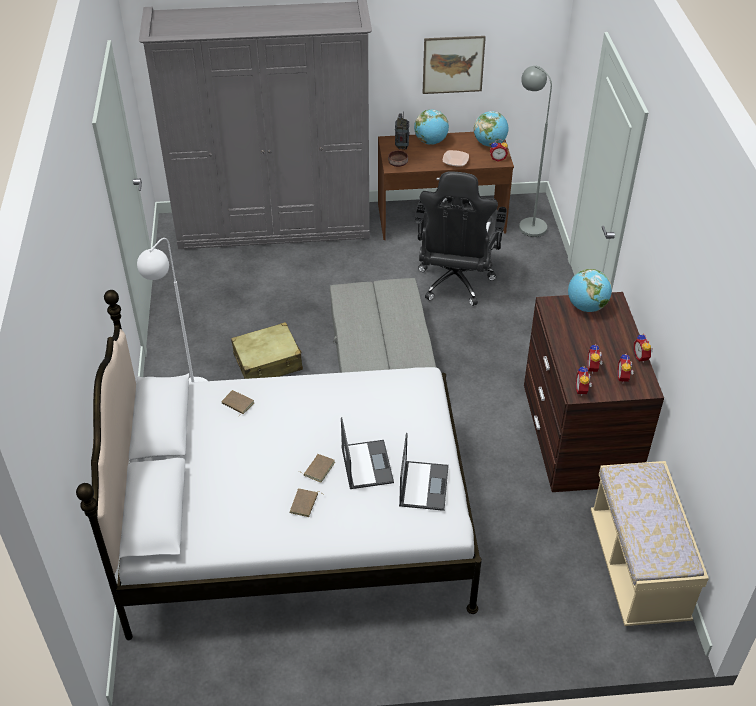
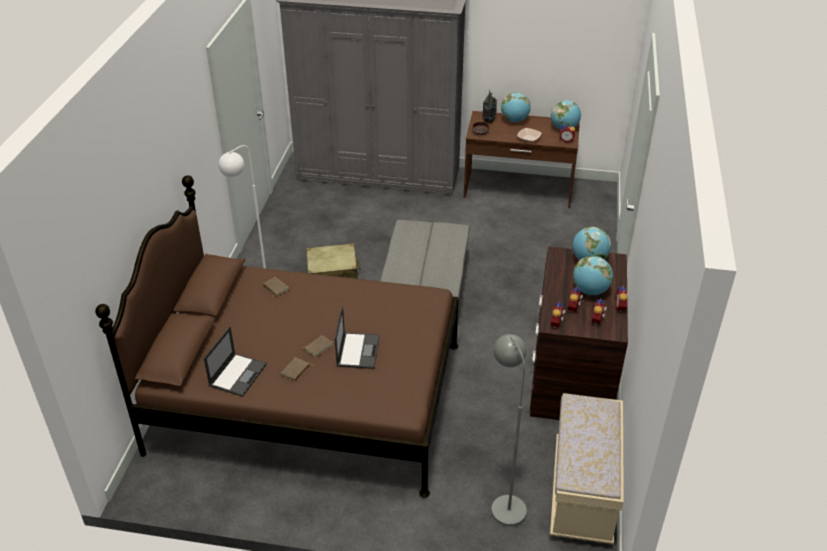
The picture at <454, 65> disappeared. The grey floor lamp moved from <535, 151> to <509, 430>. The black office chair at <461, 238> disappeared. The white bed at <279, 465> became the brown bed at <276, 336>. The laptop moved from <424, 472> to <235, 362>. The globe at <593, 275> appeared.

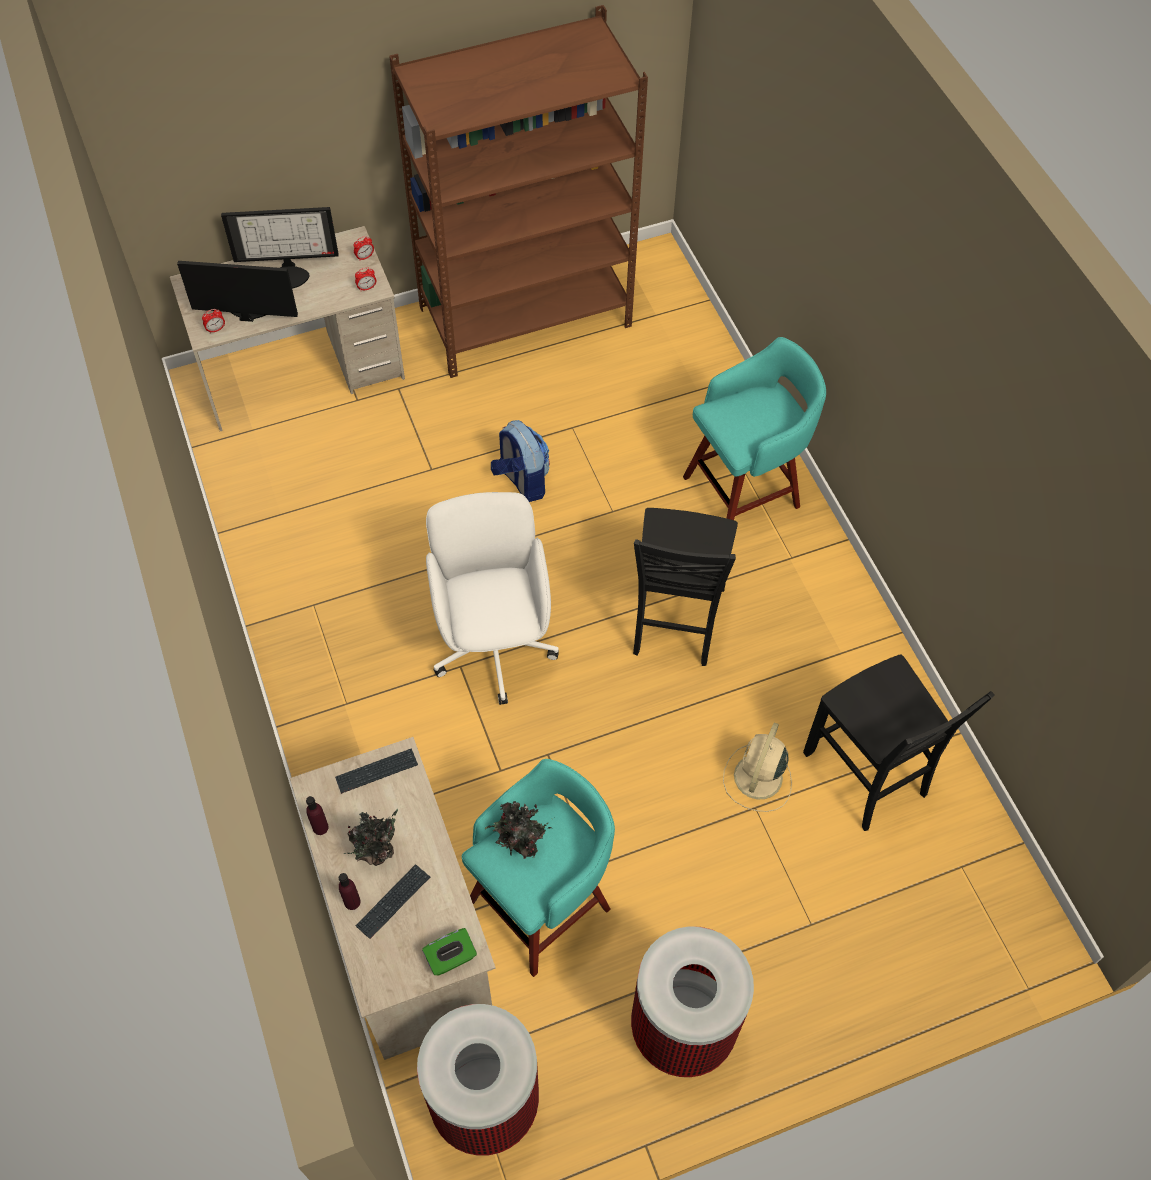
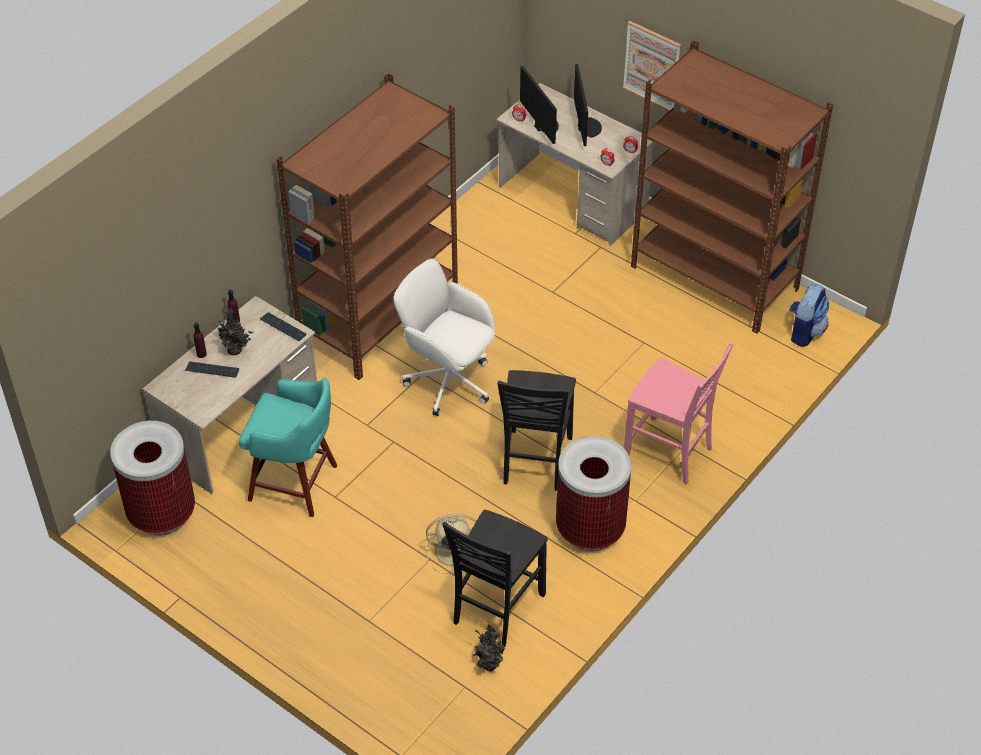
The monitor at <280, 248> turned 150 degrees counterclockwise. The turquoise stool at <754, 428> was replaced by the pink chair at <679, 412>. The backpack moved from <520, 461> to <809, 315>. The white office chair at <492, 598> turned 105 degrees counterclockwise. The black chair at <685, 587> turned 60 degrees counterclockwise. The potted plant moved from <520, 830> to <488, 647>. The trash can moved from <692, 1001> to <593, 493>. The green tissue box at <449, 952> disappeared. The picture at <652, 66> appeared. The brown bookcase at <367, 226> appeared.

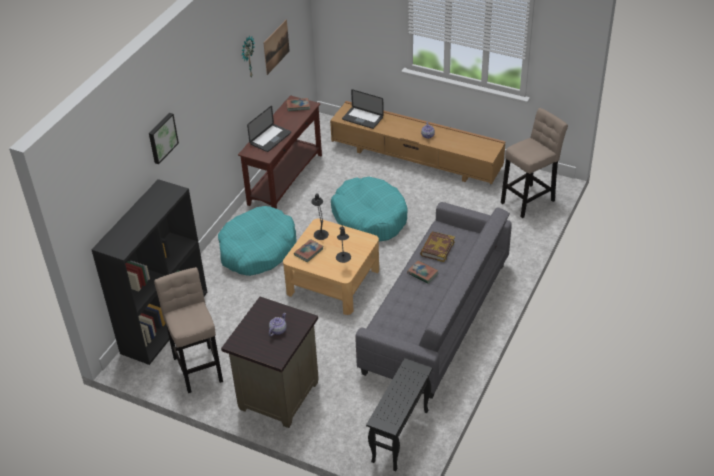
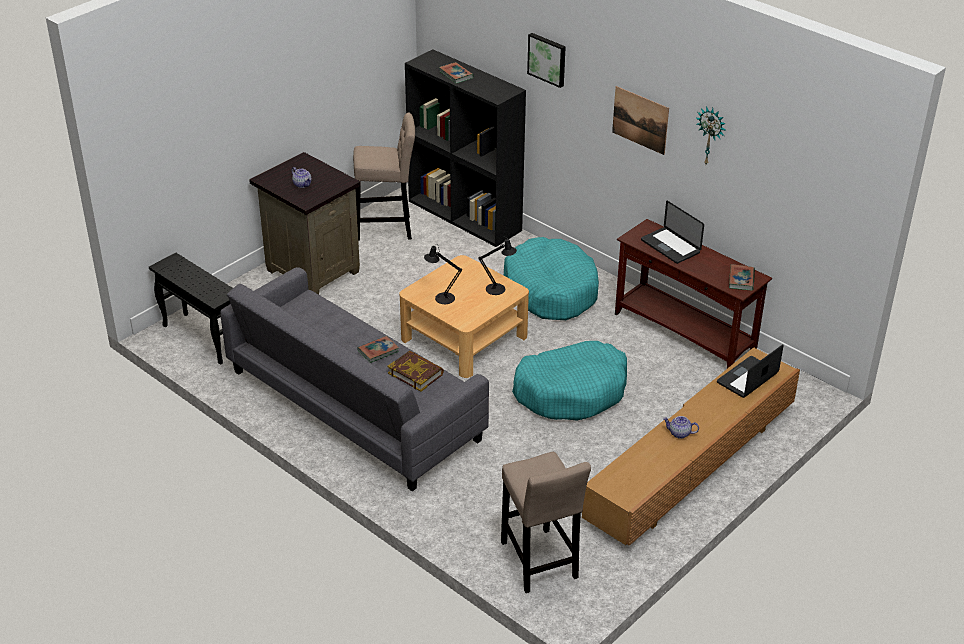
The picture moved from <276, 47> to <640, 120>. The book moved from <309, 250> to <456, 73>.

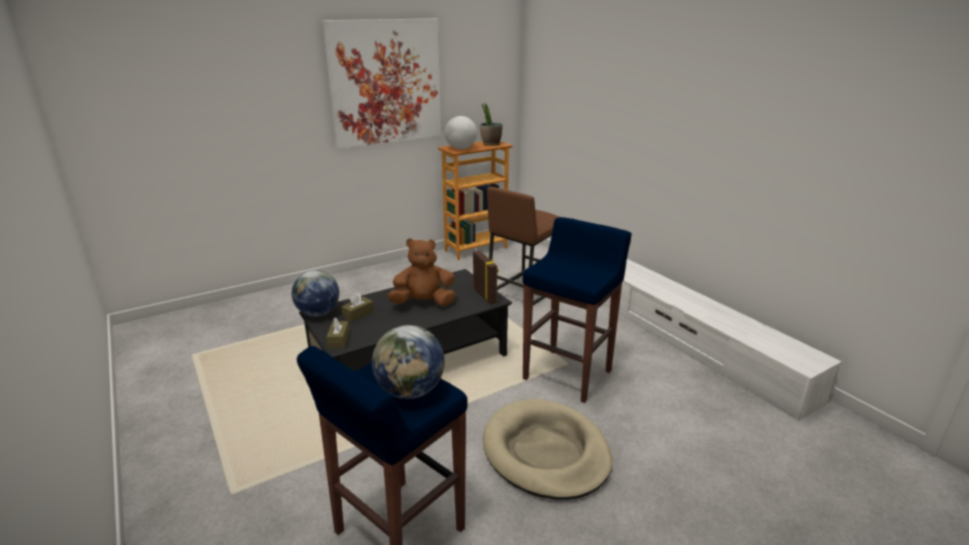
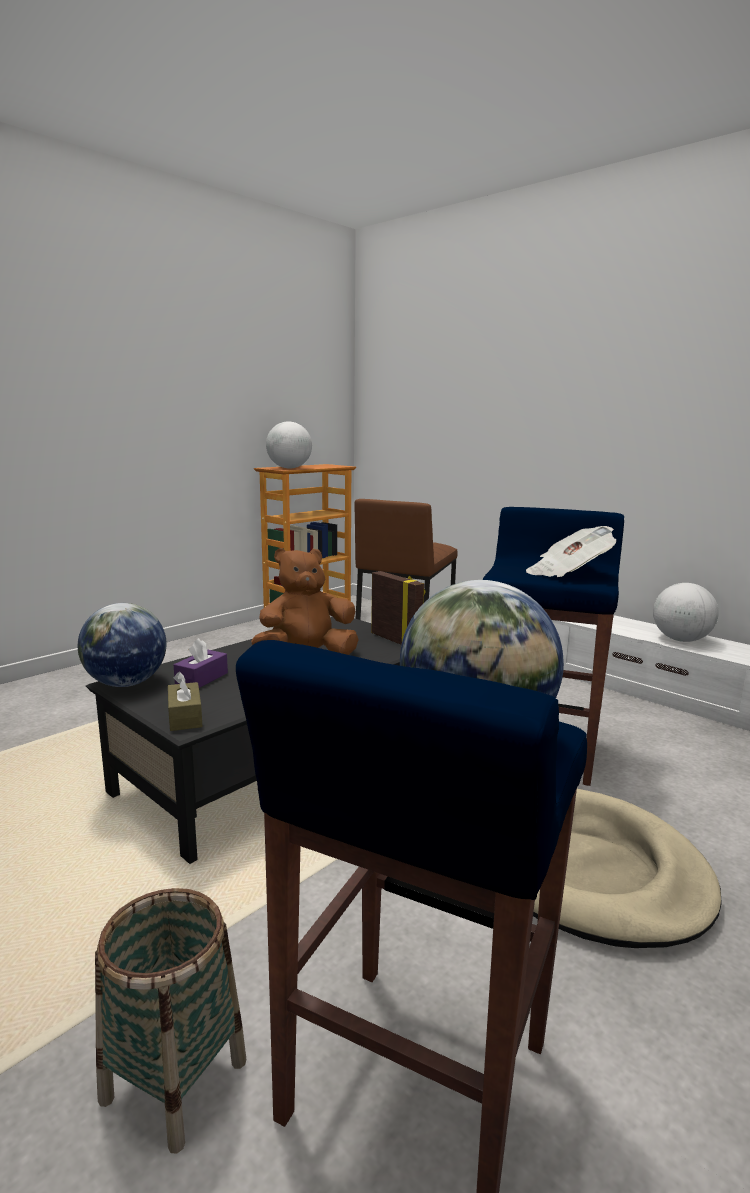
The picture at <382, 84> disappeared. The potted plant at <491, 124> disappeared. The brown tissue box at <357, 307> became the purple tissue box at <201, 663>. The newspaper at <571, 551> appeared. The globe at <686, 612> appeared. The basket at <170, 1020> appeared.

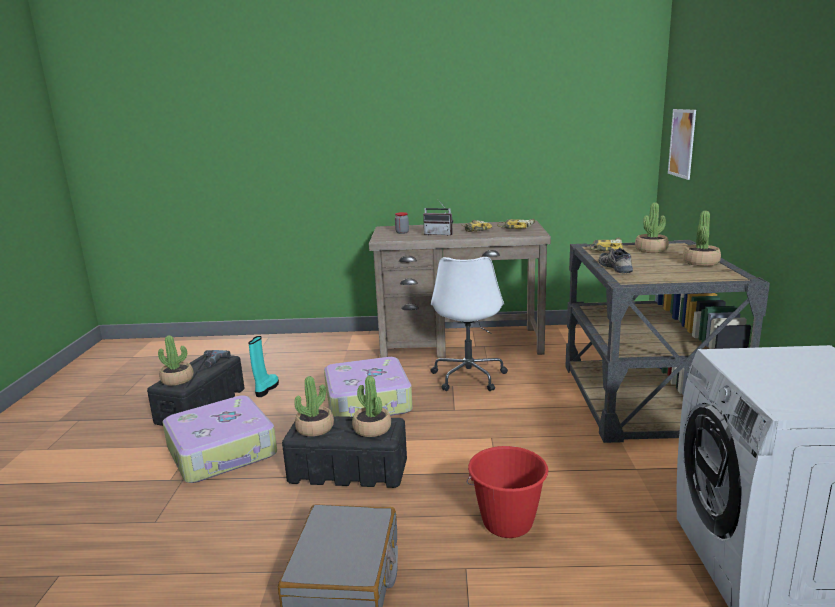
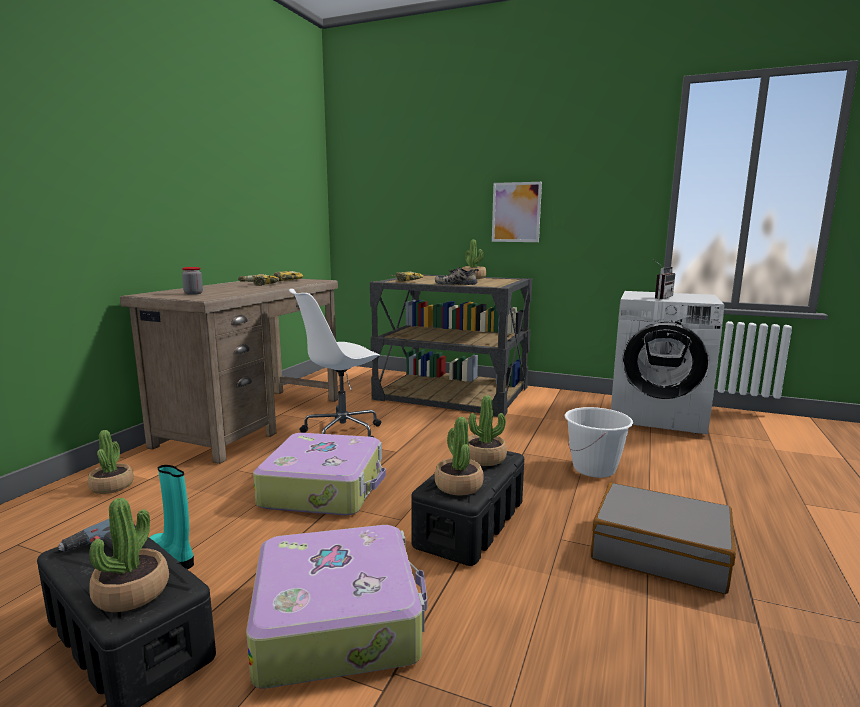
The picture moved from <682, 144> to <517, 212>. The radio moved from <438, 217> to <664, 279>. The potted plant moved from <652, 228> to <111, 462>. The white office chair at <469, 324> turned 120 degrees clockwise. The red bucket at <507, 492> became the white bucket at <599, 442>.

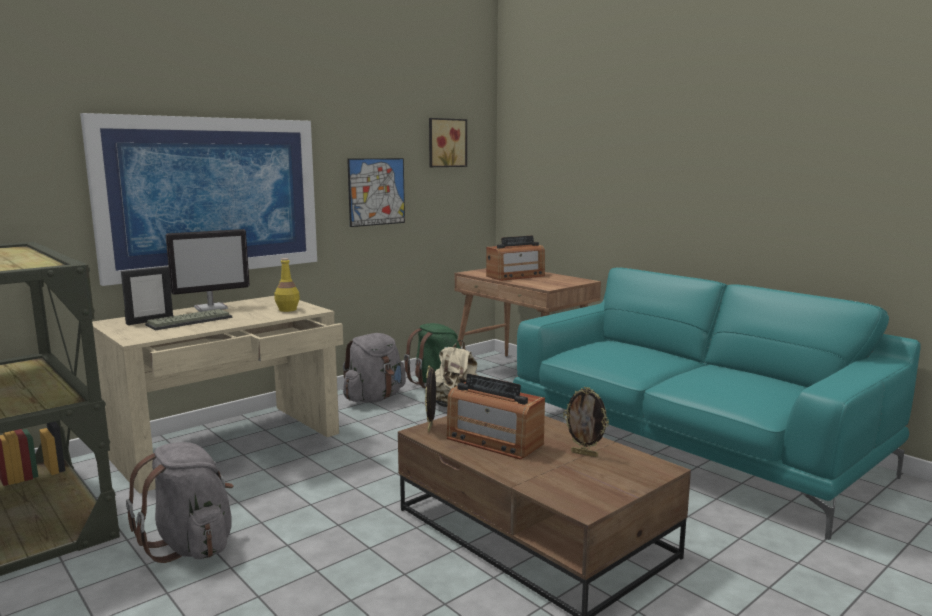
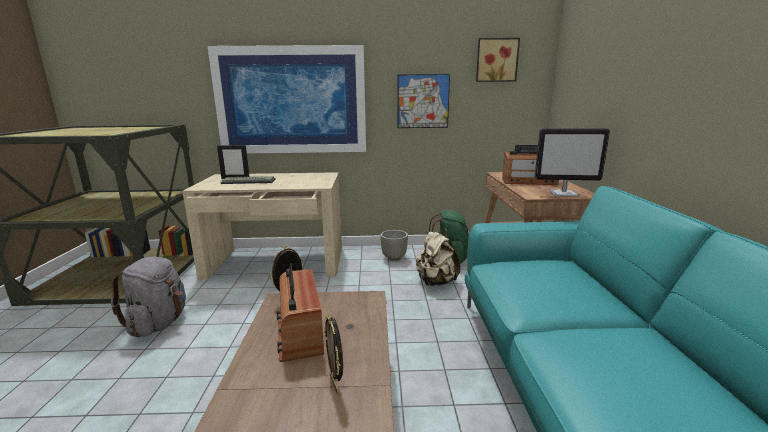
The monitor moved from <208, 270> to <572, 162>. The yellow bottle at <287, 285> disappeared. The grey backpack at <374, 368> was replaced by the grey planter at <394, 245>.

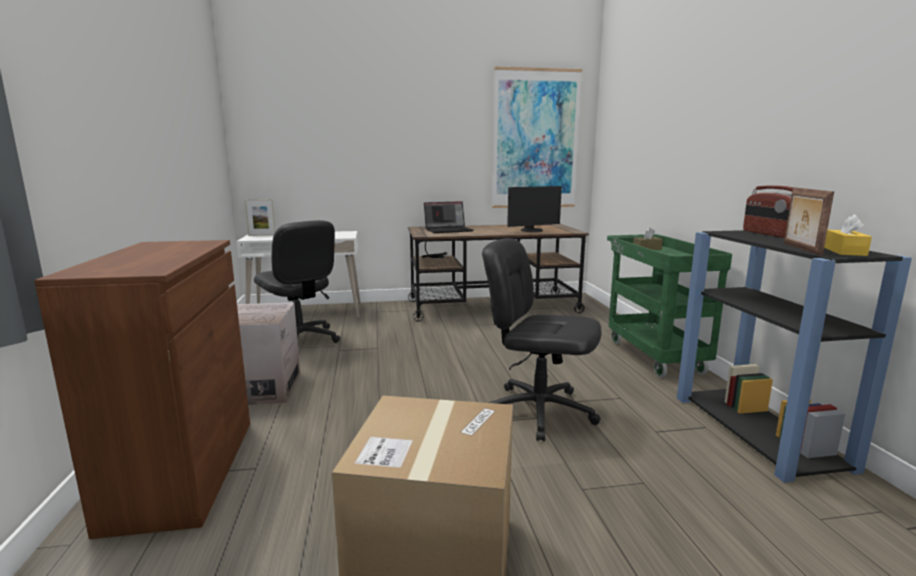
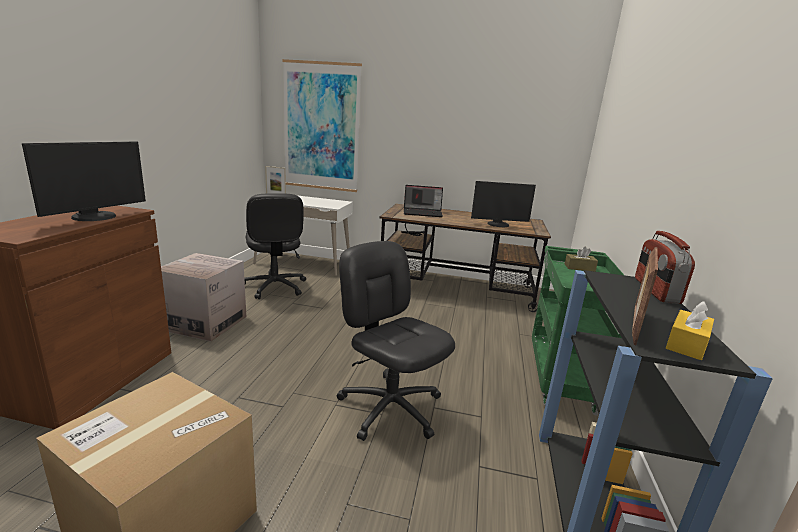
The picture moved from <537, 137> to <322, 125>. The monitor at <84, 181> appeared.

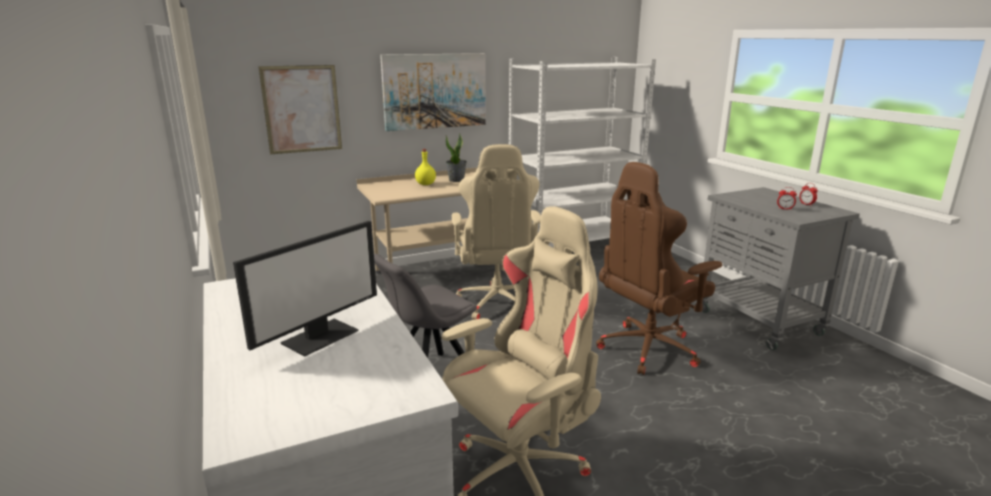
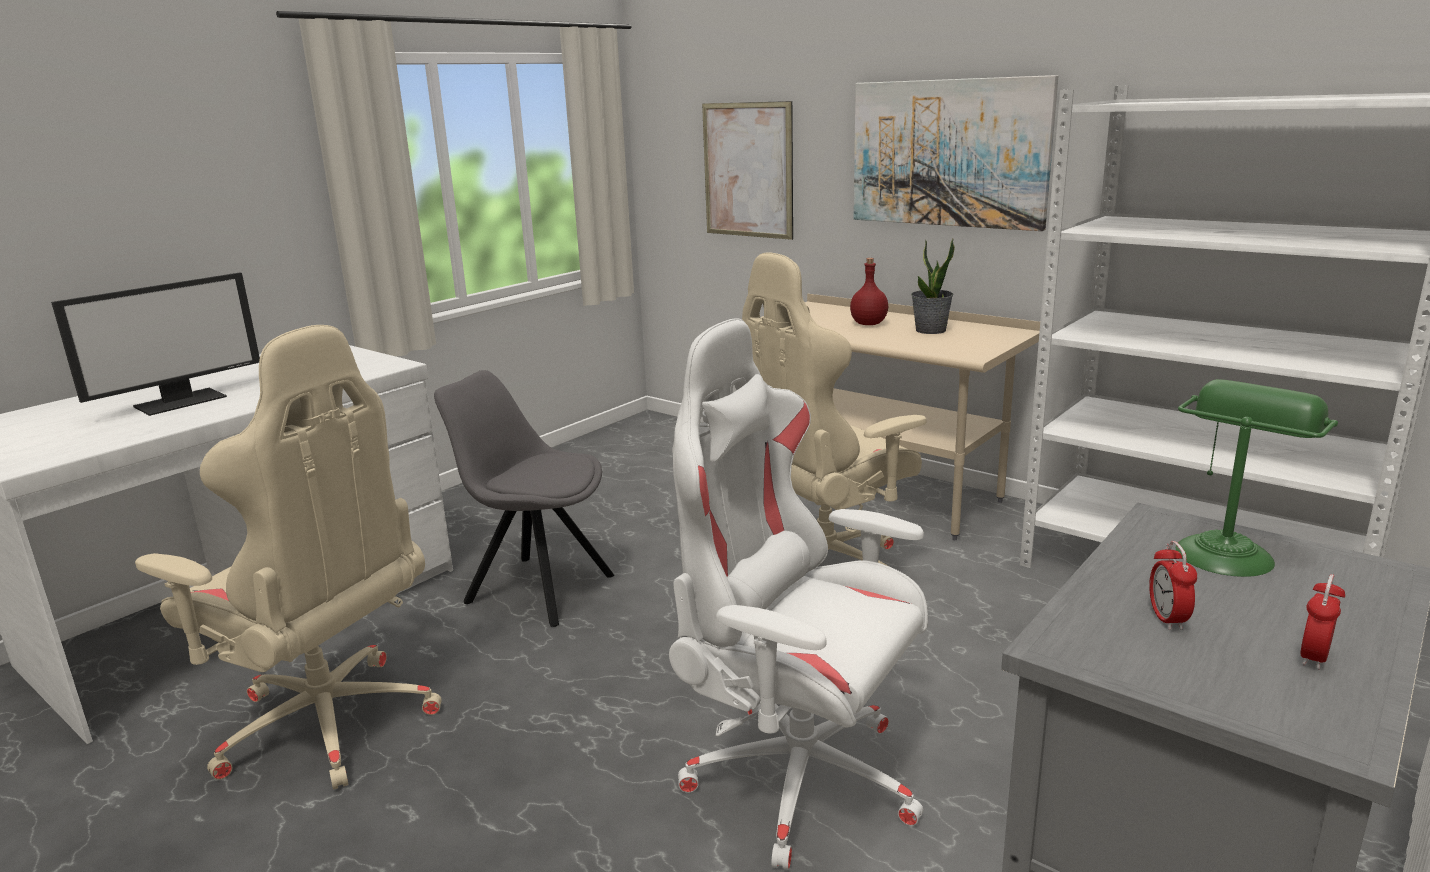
The yellow bottle at <425, 167> became the red bottle at <869, 291>. The brown office chair at <659, 268> became the white office chair at <798, 594>. The monitor at <305, 289> turned 60 degrees counterclockwise. The green table lamp at <1256, 478> appeared.

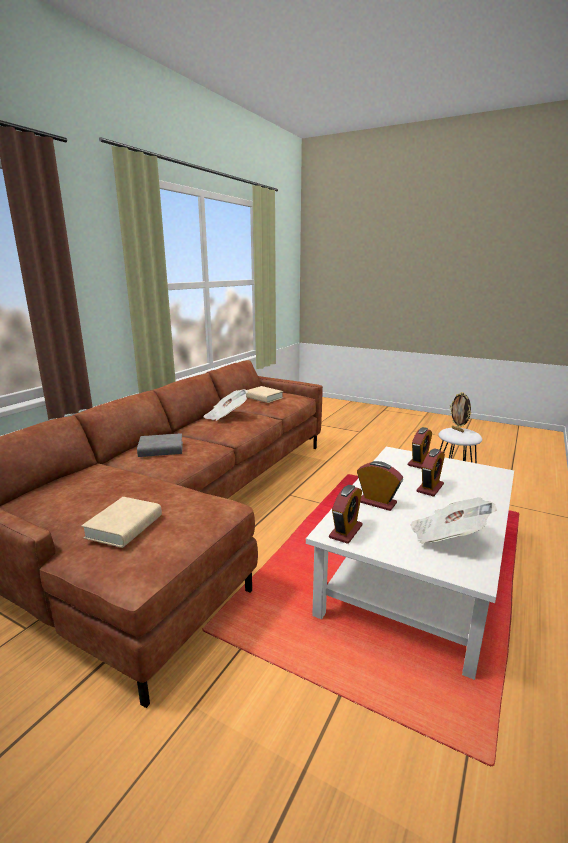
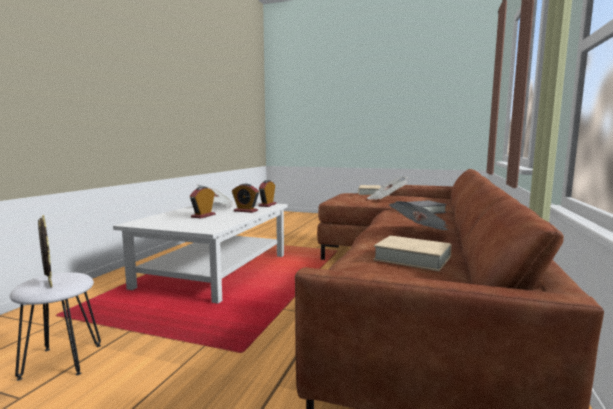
The alarm clock at <420, 448> disappeared. The newspaper at <387, 188> appeared.

